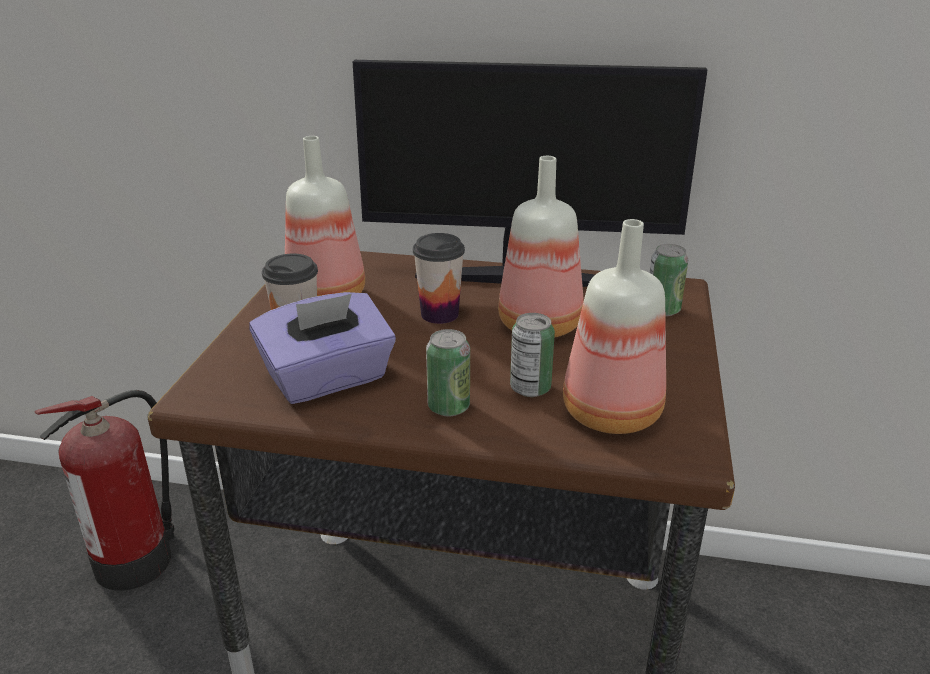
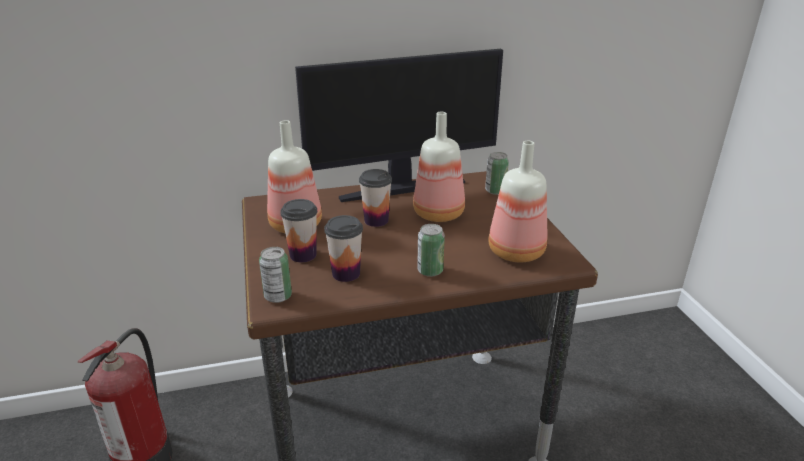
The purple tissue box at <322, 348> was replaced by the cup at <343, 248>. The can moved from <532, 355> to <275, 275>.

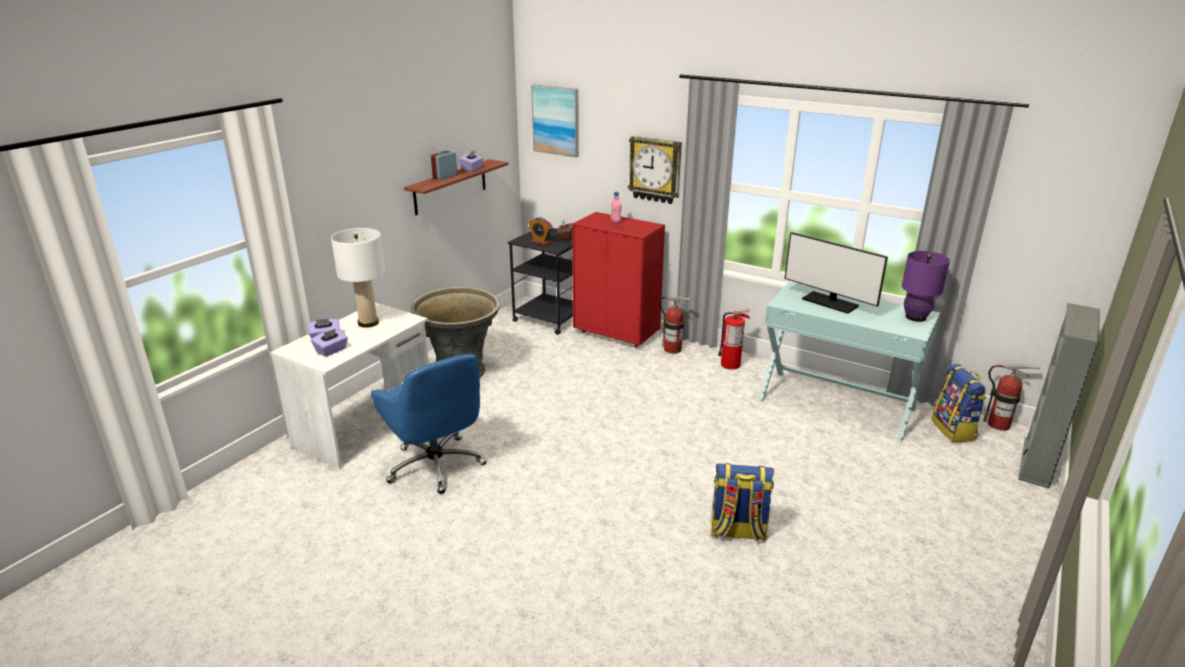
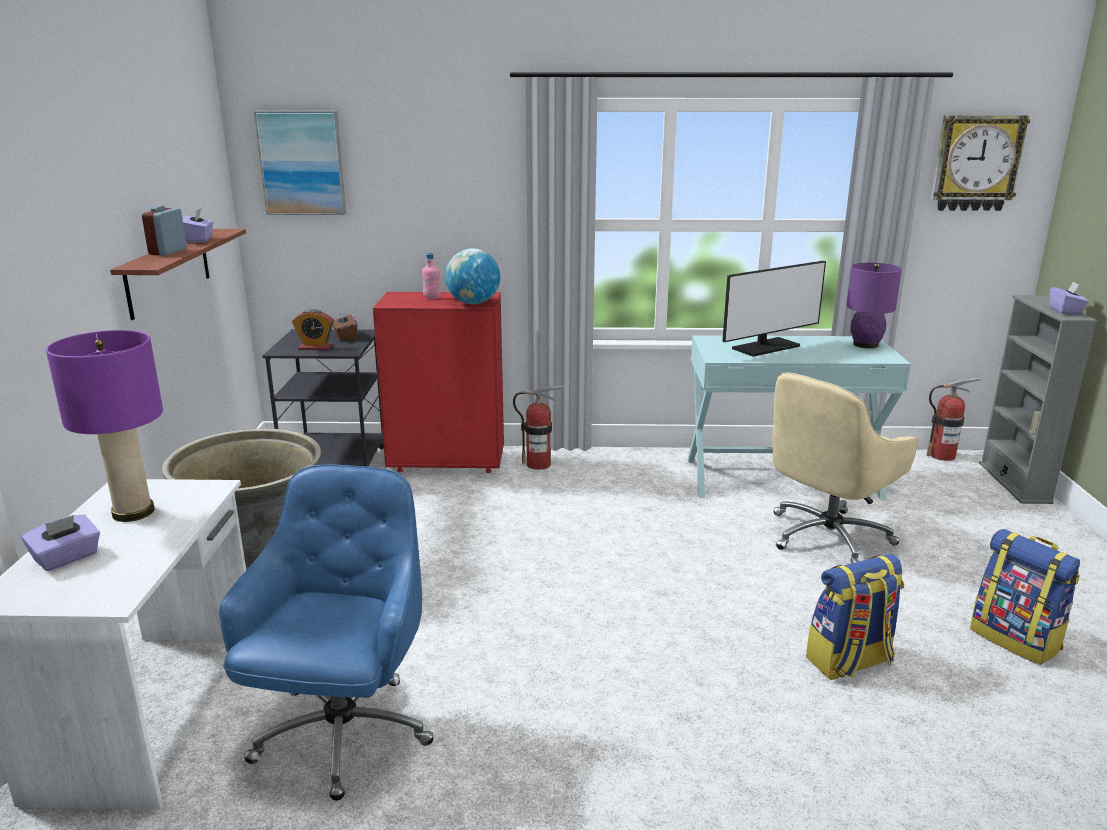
The wall clock moved from <655, 170> to <980, 163>. The white table lamp at <358, 278> became the purple table lamp at <104, 426>. The monitor at <836, 273> turned 45 degrees counterclockwise. The fire extinguisher at <734, 338> disappeared. The purple tissue box moved from <329, 343> to <1069, 298>. The blue office chair at <428, 424> turned 105 degrees counterclockwise. The backpack moved from <958, 403> to <1025, 597>. The globe at <472, 276> appeared. The beige office chair at <845, 468> appeared.

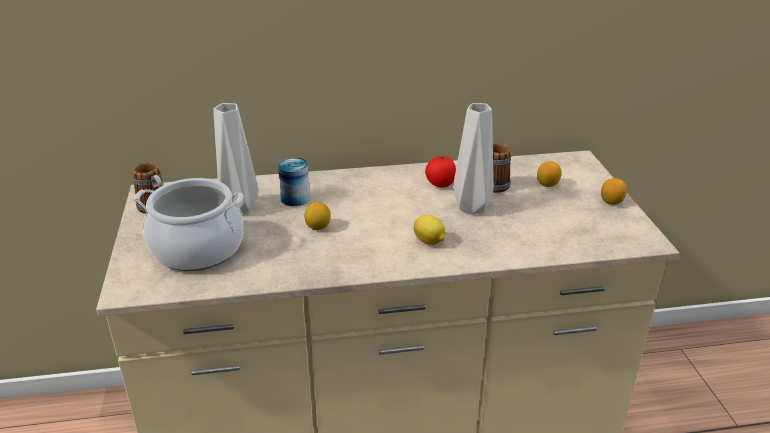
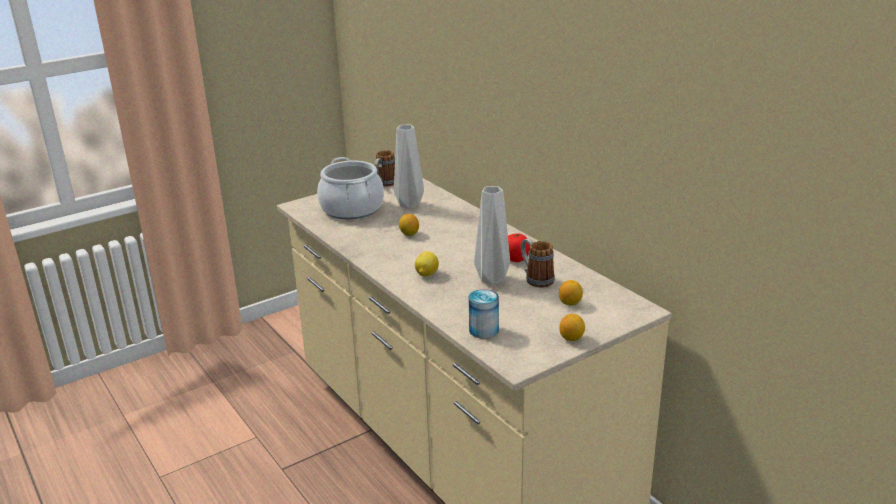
The can moved from <294, 182> to <484, 314>.

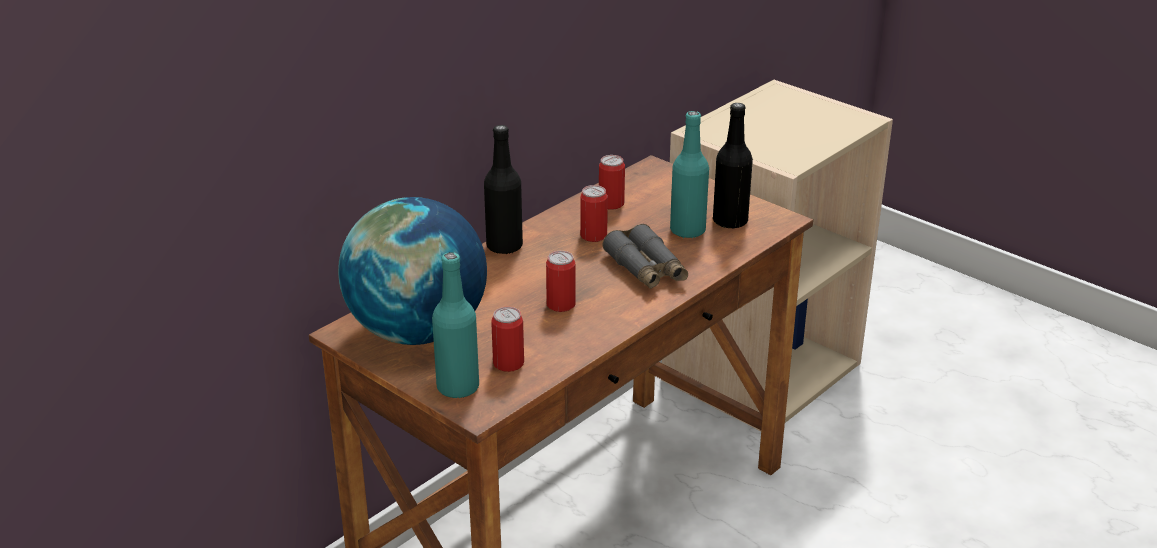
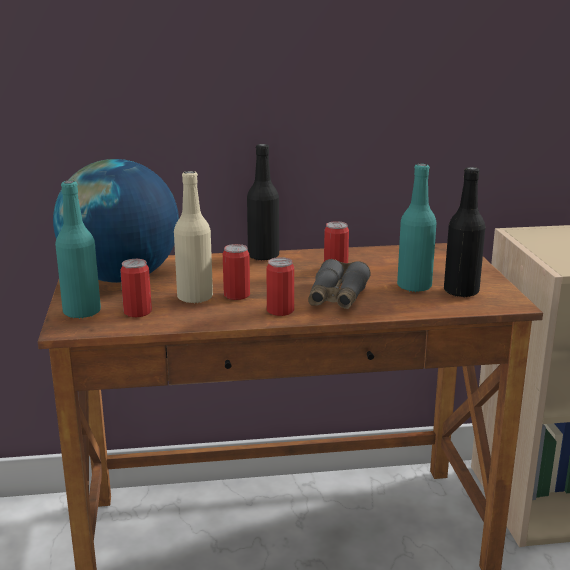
The can moved from <612, 182> to <280, 286>. The beige bottle at <193, 237> appeared.

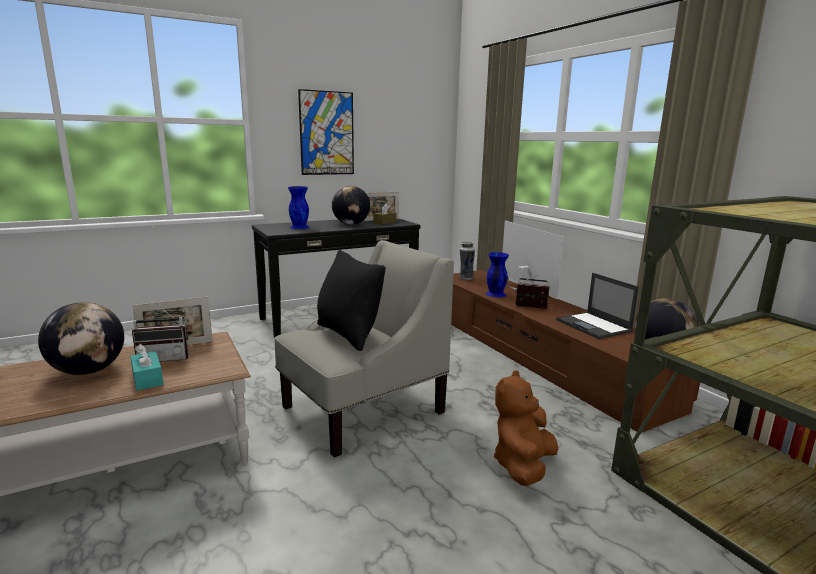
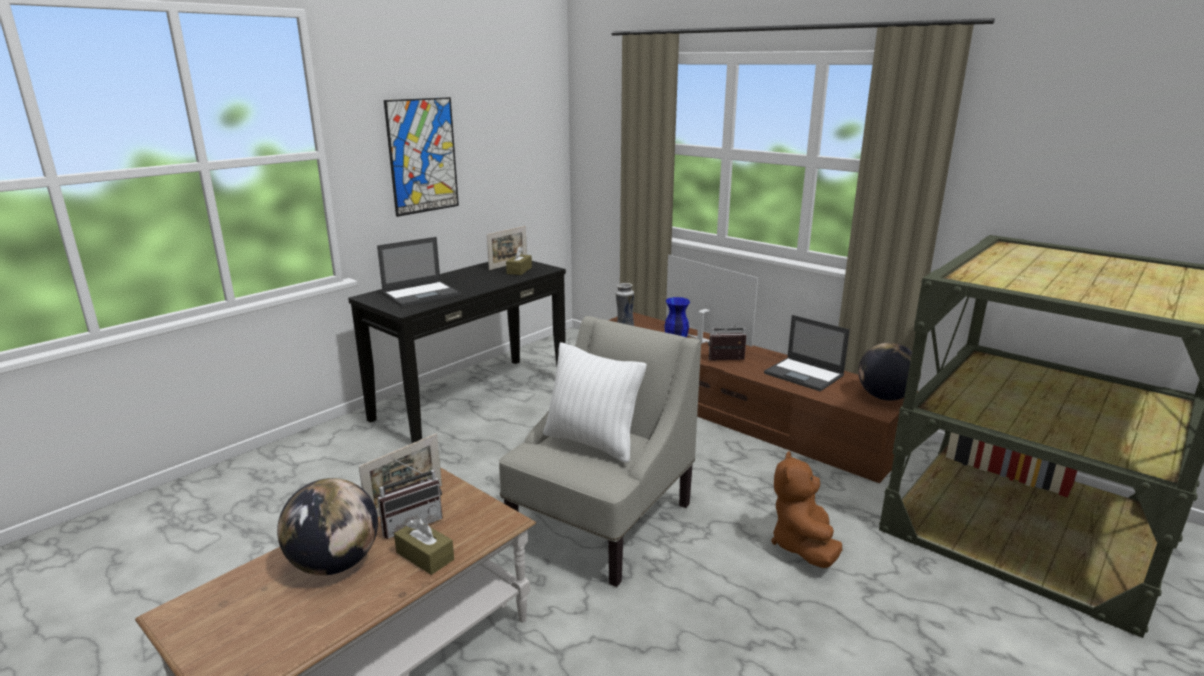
The blue vase at <298, 207> was replaced by the laptop at <419, 272>. The globe at <351, 205> disappeared. The black pillow at <351, 300> became the white pillow at <594, 402>. The turquoise tissue box at <147, 367> became the brown tissue box at <424, 546>.

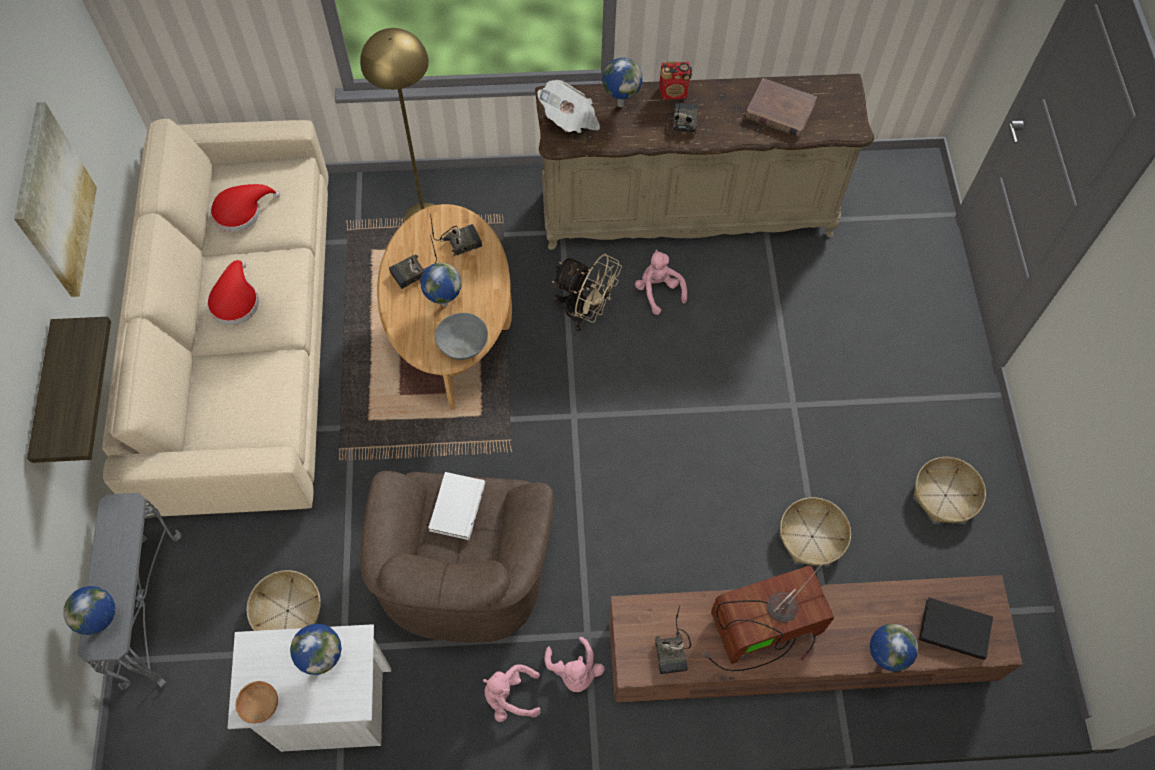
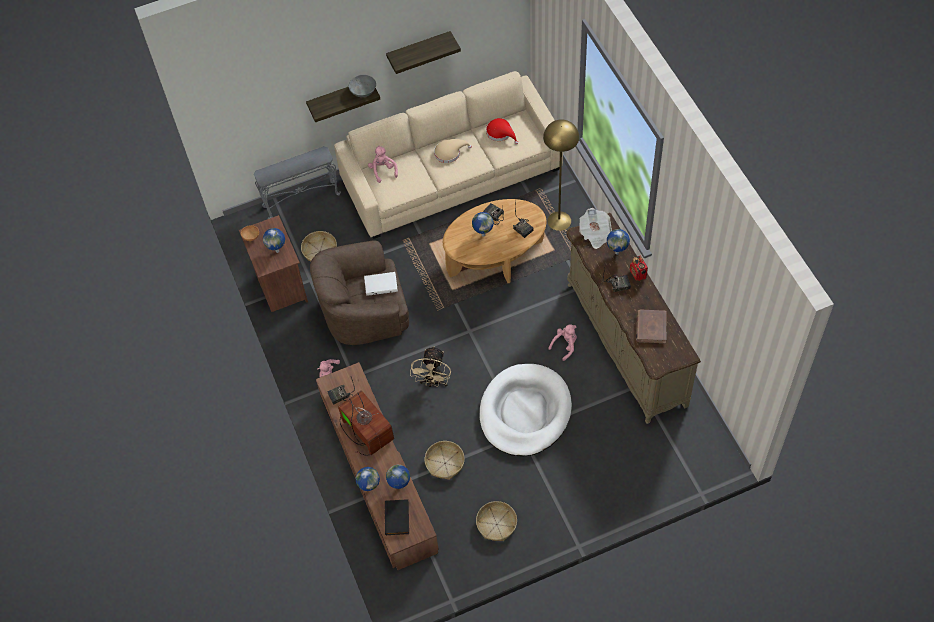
The picture at <55, 199> was replaced by the shelf at <423, 52>. The beige fan moved from <587, 293> to <430, 366>. The red hat at <233, 292> became the beige hat at <453, 151>. The grey bowl moved from <461, 336> to <362, 86>. The globe moved from <89, 610> to <398, 477>. The white nightstand at <309, 688> became the brown nightstand at <273, 263>. The pink plush toy moved from <511, 693> to <383, 164>. The white dog bed at <526, 410> appeared.

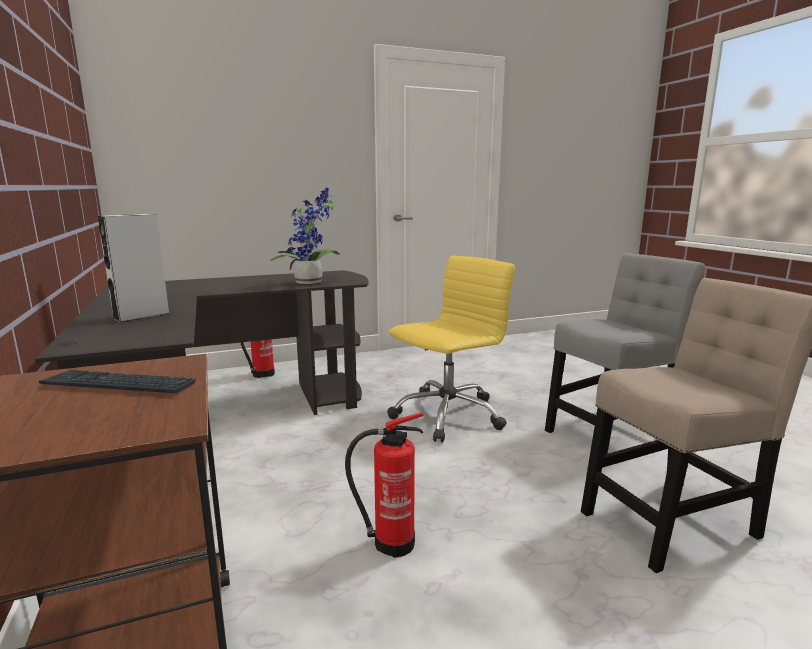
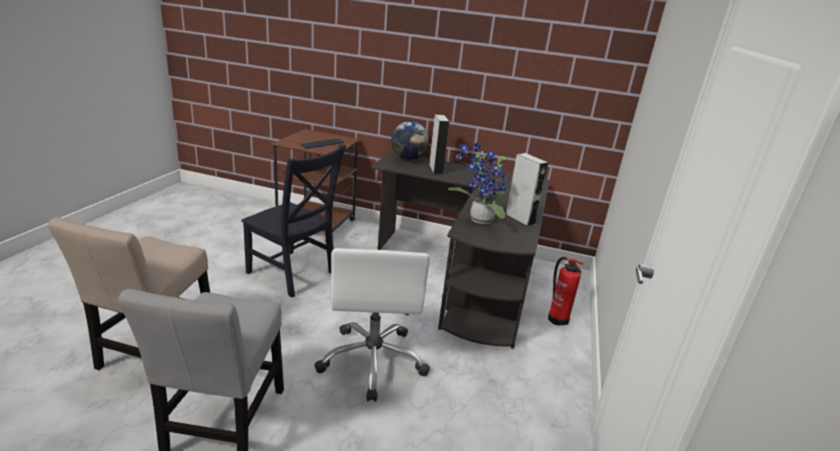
The yellow office chair at <451, 349> became the white office chair at <372, 325>. The fire extinguisher at <384, 485> was replaced by the black chair at <293, 221>. The globe at <410, 140> appeared. The grey speaker at <526, 190> appeared.

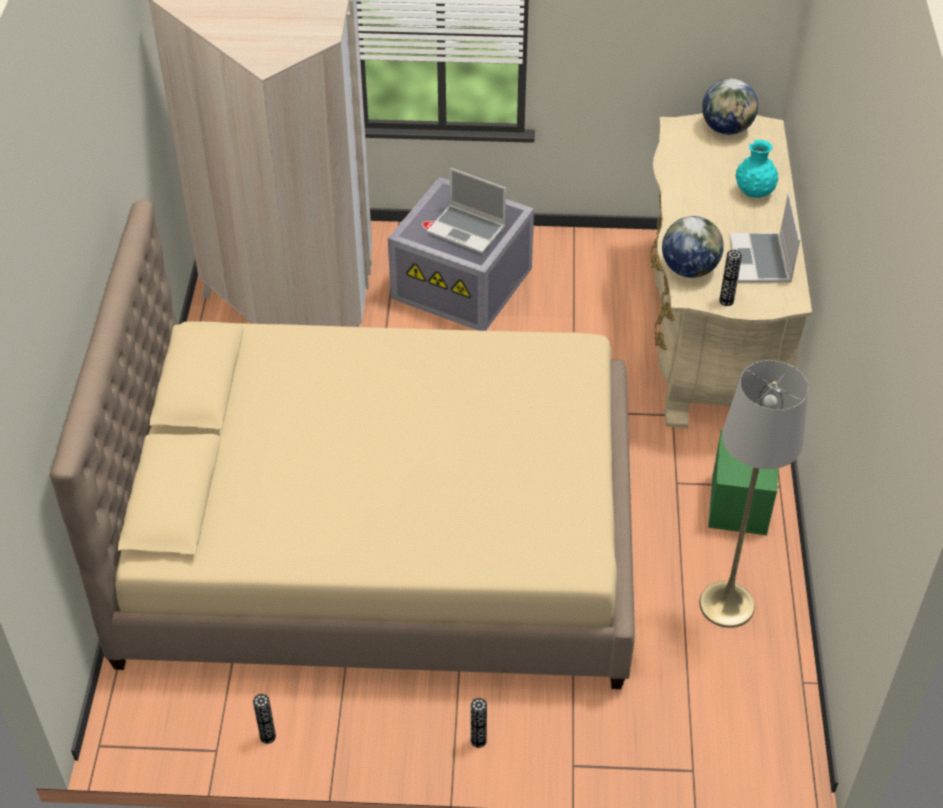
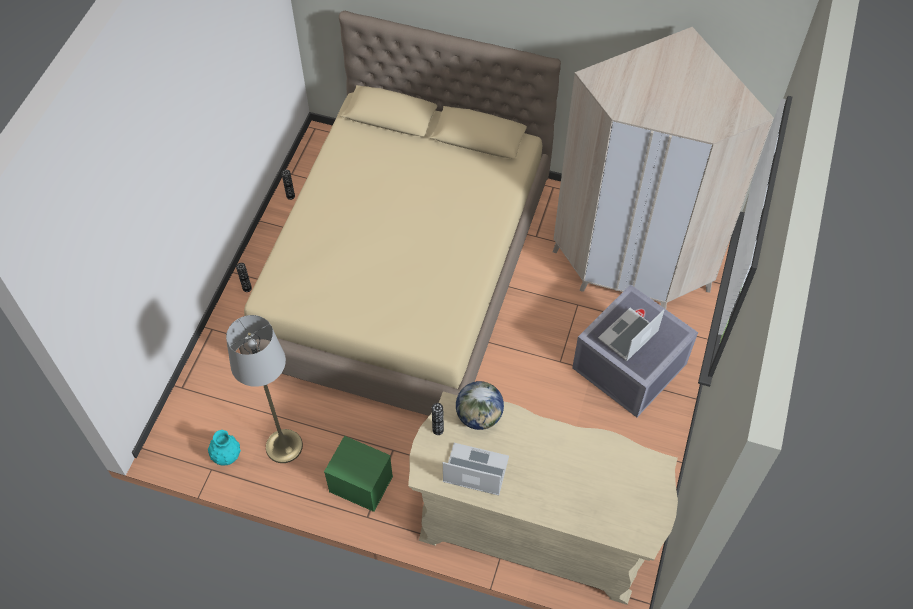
The globe at <730, 106> disappeared. The turquoise vase moved from <756, 169> to <224, 447>.

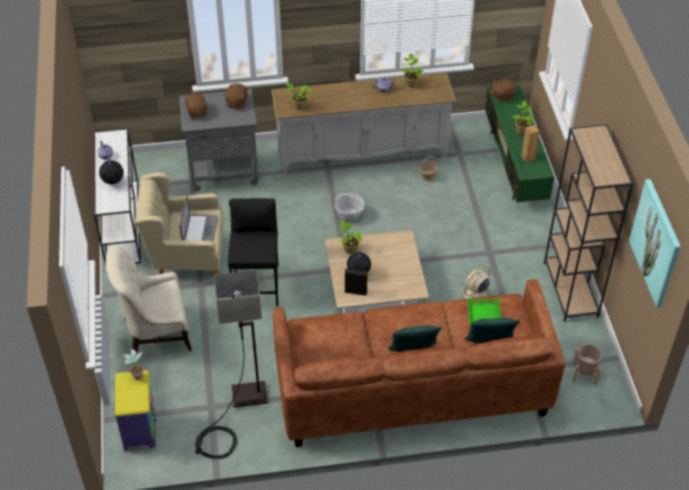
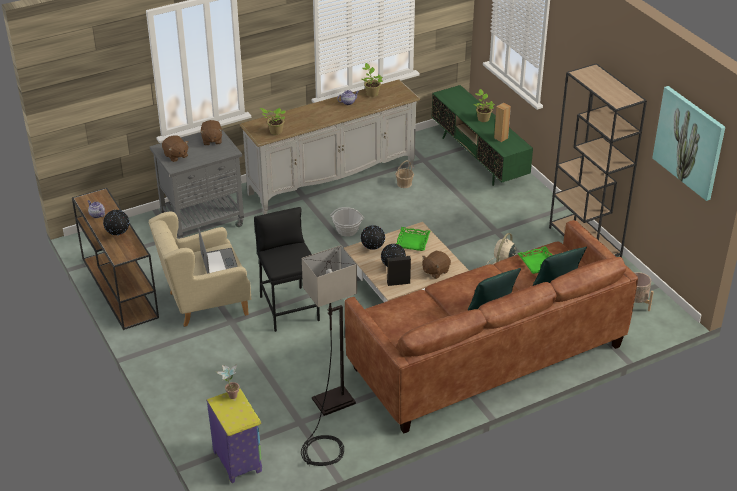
The brown plush toy moved from <503, 90> to <436, 265>. The white console table at <117, 197> became the brown console table at <115, 259>. The potted plant at <351, 237> was replaced by the globe at <373, 237>. The beige armchair at <149, 299> disappeared. The green tray at <413, 239> appeared.

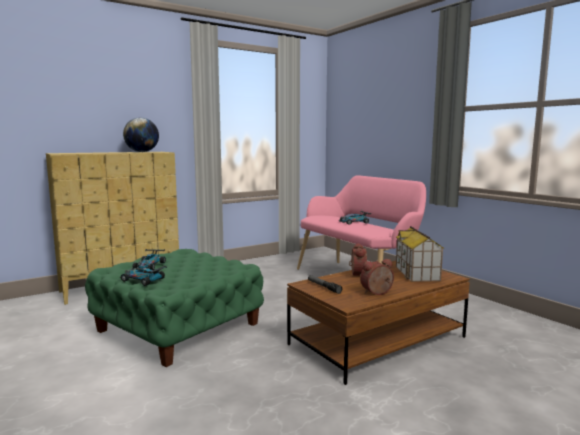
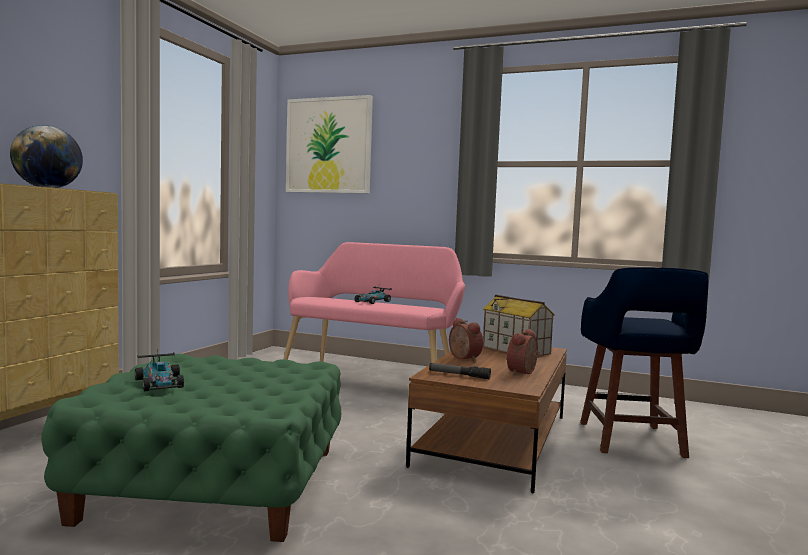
The toy car at <143, 276> disappeared. The picture at <329, 144> appeared. The blue stool at <644, 362> appeared.

